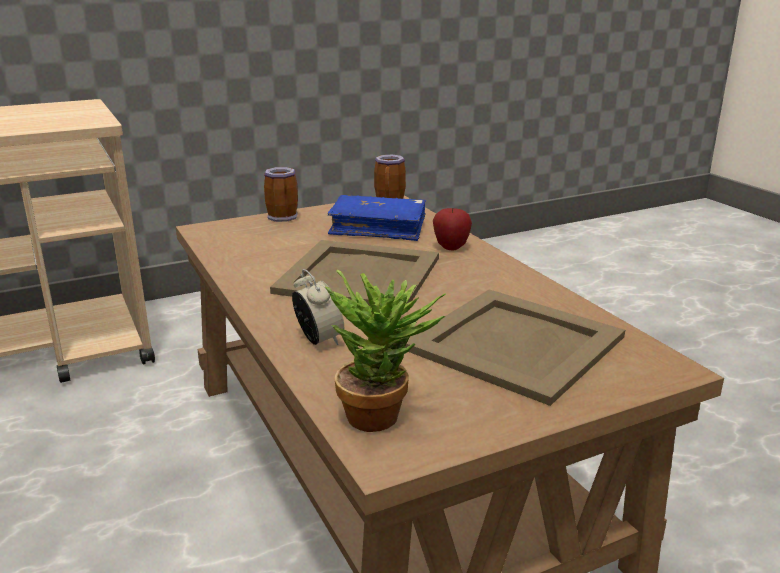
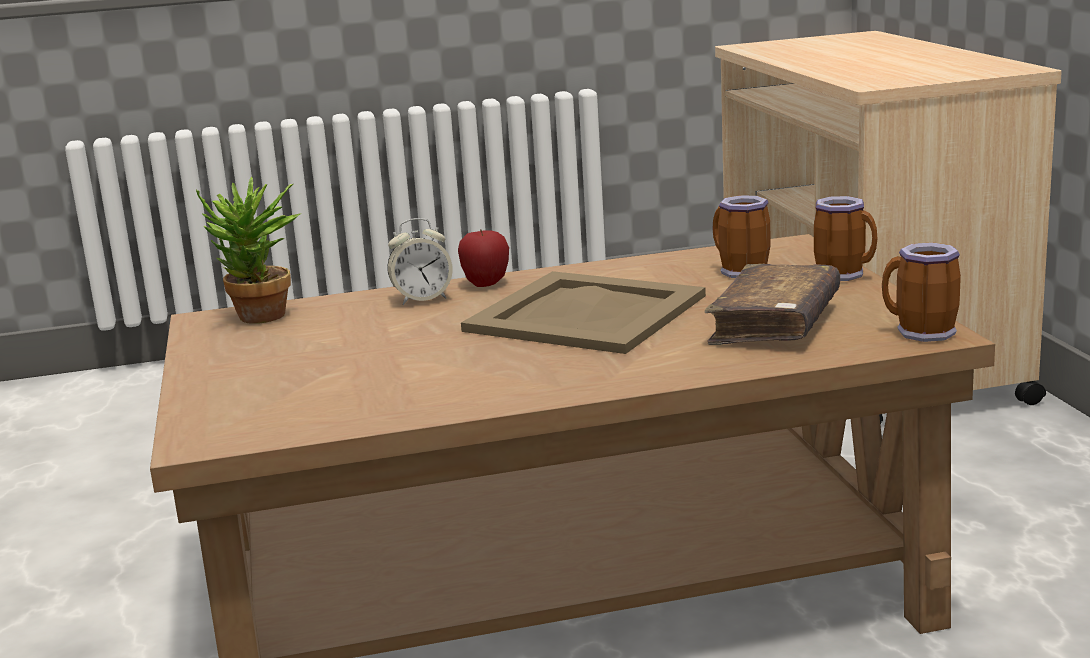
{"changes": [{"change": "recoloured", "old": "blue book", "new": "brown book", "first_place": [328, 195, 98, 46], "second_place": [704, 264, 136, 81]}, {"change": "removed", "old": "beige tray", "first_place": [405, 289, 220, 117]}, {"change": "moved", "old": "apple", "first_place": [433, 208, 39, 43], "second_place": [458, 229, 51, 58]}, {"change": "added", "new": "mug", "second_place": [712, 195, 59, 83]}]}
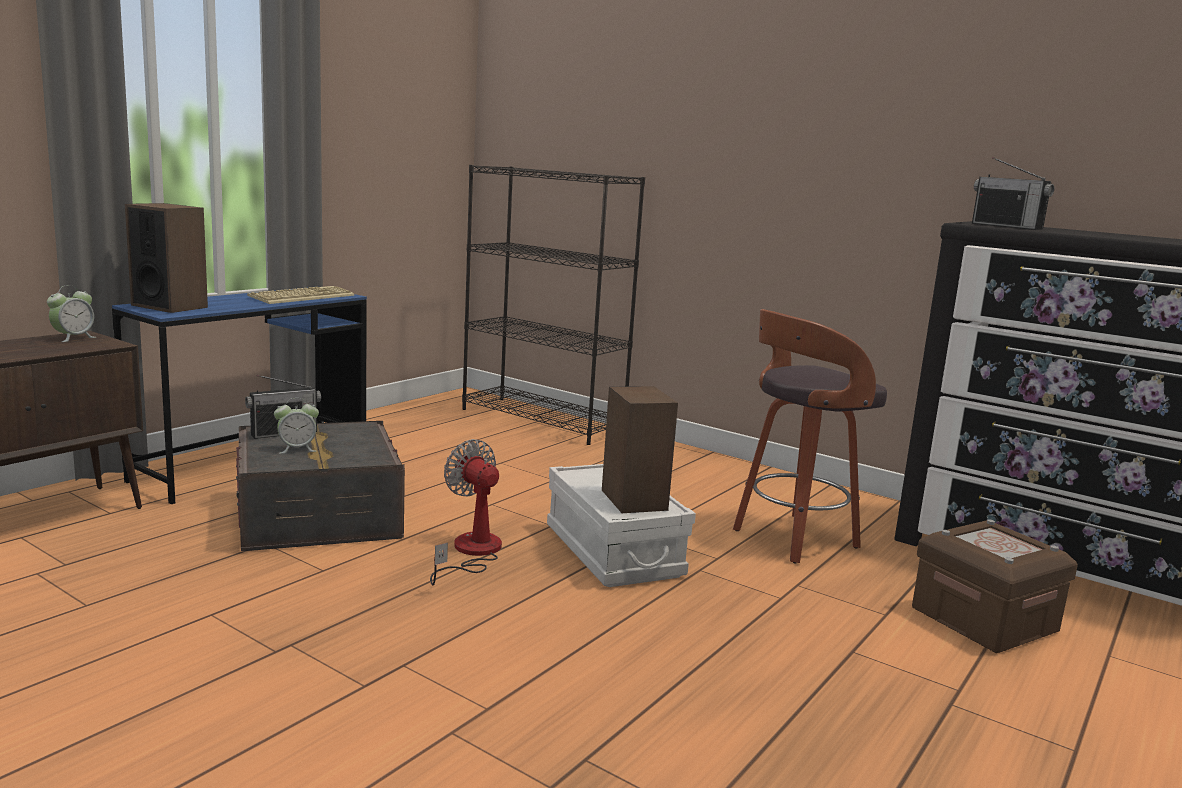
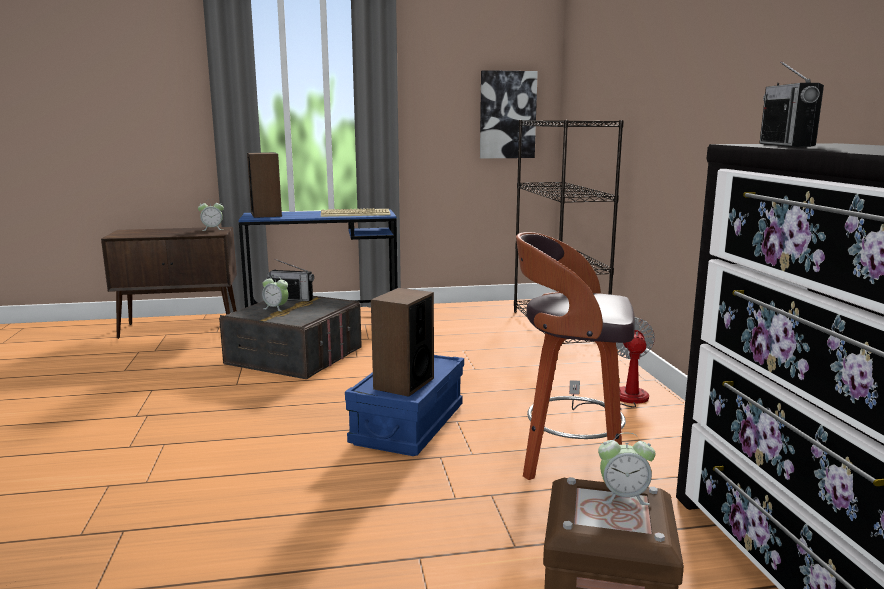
{"changes": [{"change": "moved", "old": "fan", "first_place": [430, 439, 72, 147], "second_place": [569, 317, 86, 94]}, {"change": "recoloured", "old": "white storage box", "new": "blue storage box", "first_place": [547, 464, 149, 123], "second_place": [345, 355, 119, 101]}, {"change": "added", "new": "picture", "second_place": [480, 70, 58, 88]}, {"change": "added", "new": "alarm clock", "second_place": [598, 433, 57, 72]}]}
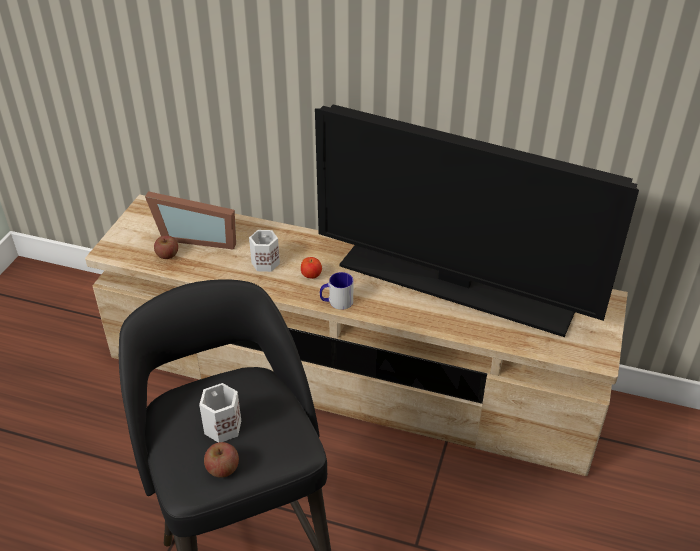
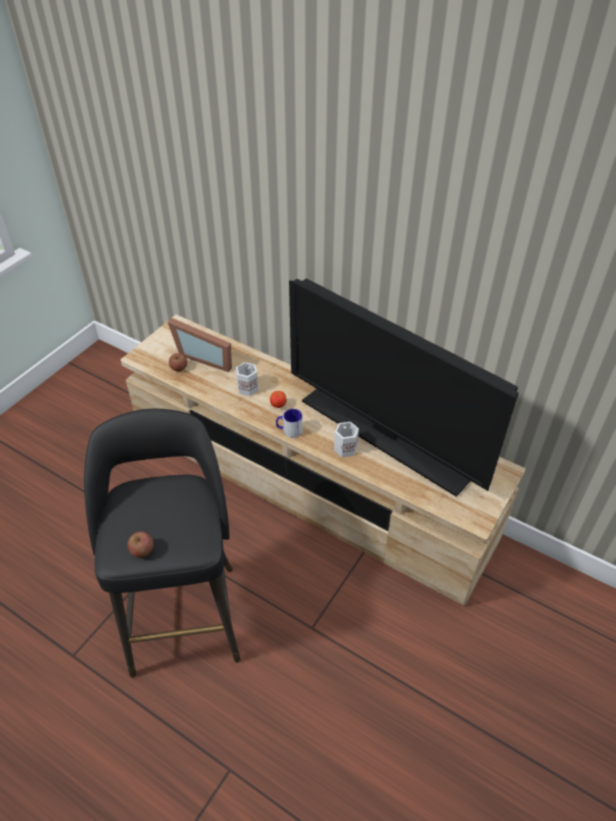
{"changes": [{"change": "moved", "old": "white mug", "first_place": [199, 383, 42, 59], "second_place": [334, 422, 25, 35]}]}
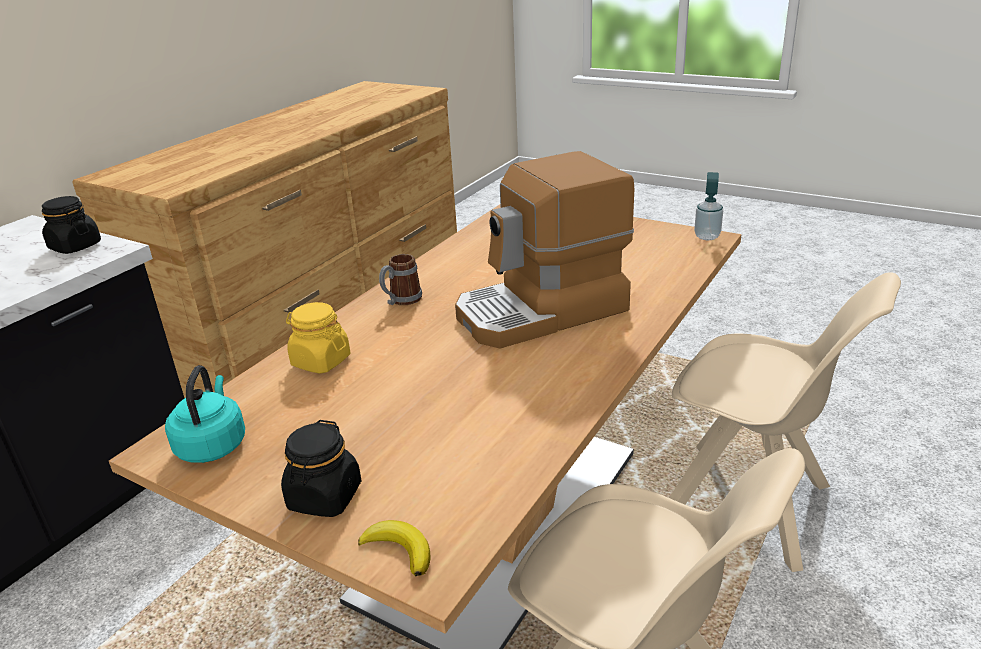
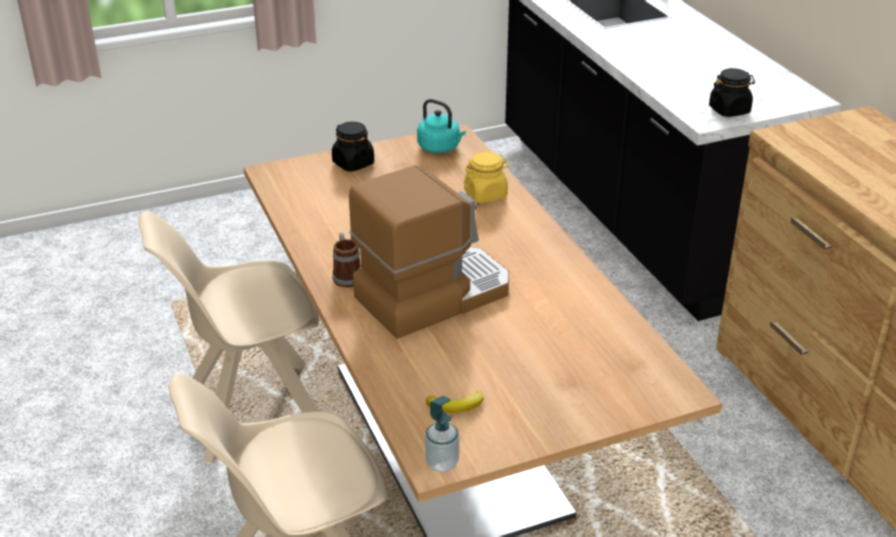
{"changes": [{"change": "moved", "old": "banana", "first_place": [358, 520, 73, 57], "second_place": [426, 390, 58, 23]}, {"change": "moved", "old": "mug", "first_place": [379, 254, 43, 51], "second_place": [332, 233, 29, 55]}, {"change": "turned", "old": "coffee machine", "first_place": [455, 151, 179, 197], "second_place": [349, 166, 160, 173], "degrees": 45}]}
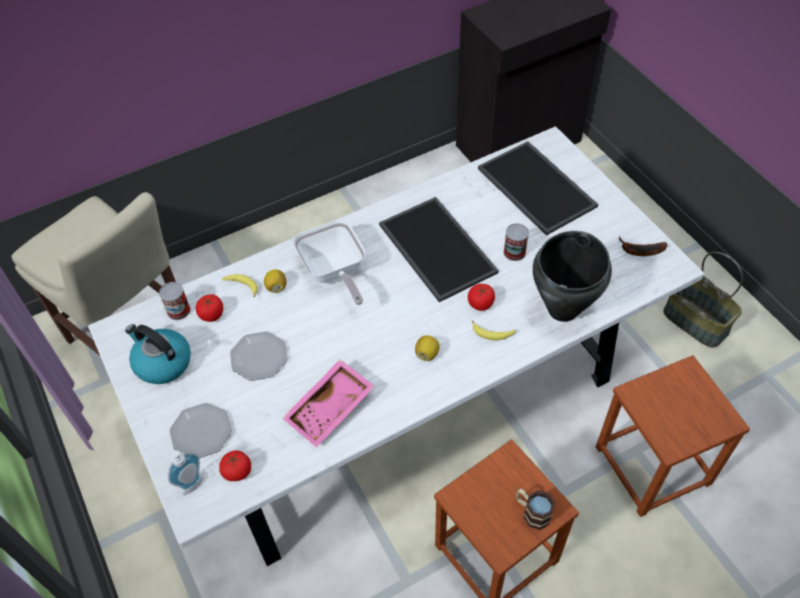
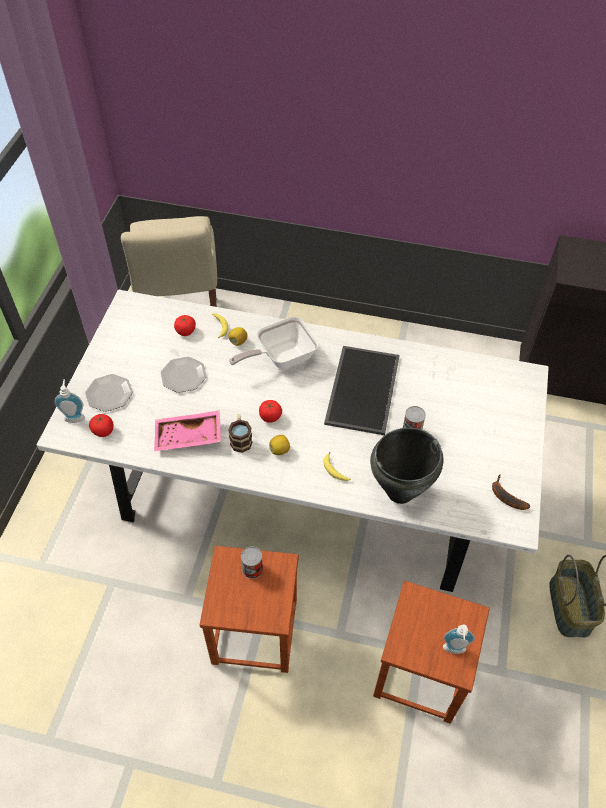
{"changes": [{"change": "removed", "old": "kettle", "first_place": [125, 324, 66, 60]}, {"change": "moved", "old": "can", "first_place": [159, 282, 31, 38], "second_place": [241, 546, 22, 33]}, {"change": "turned", "old": "frying pan", "first_place": [293, 220, 73, 85], "second_place": [229, 317, 89, 52], "degrees": 45}, {"change": "moved", "old": "tomato", "first_place": [468, 284, 27, 27], "second_place": [259, 400, 23, 23]}, {"change": "removed", "old": "tray", "first_place": [478, 141, 120, 95]}, {"change": "moved", "old": "mug", "first_place": [516, 489, 39, 41], "second_place": [228, 414, 25, 39]}, {"change": "added", "new": "soap dispenser", "second_place": [443, 625, 32, 29]}]}
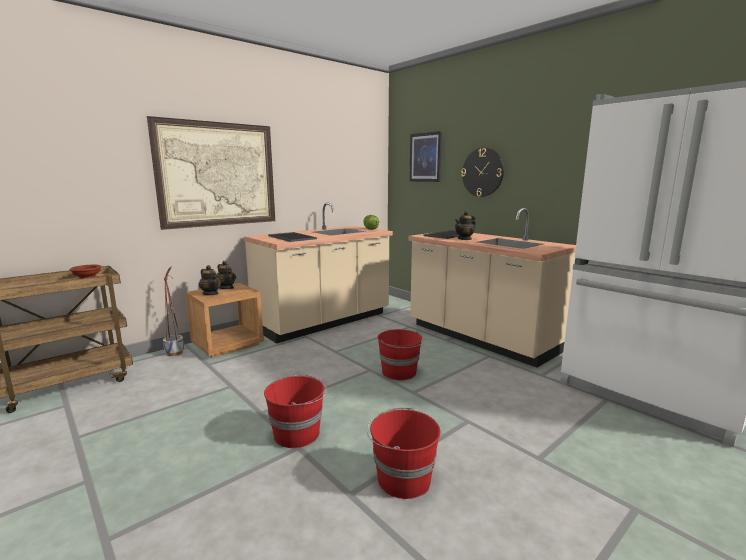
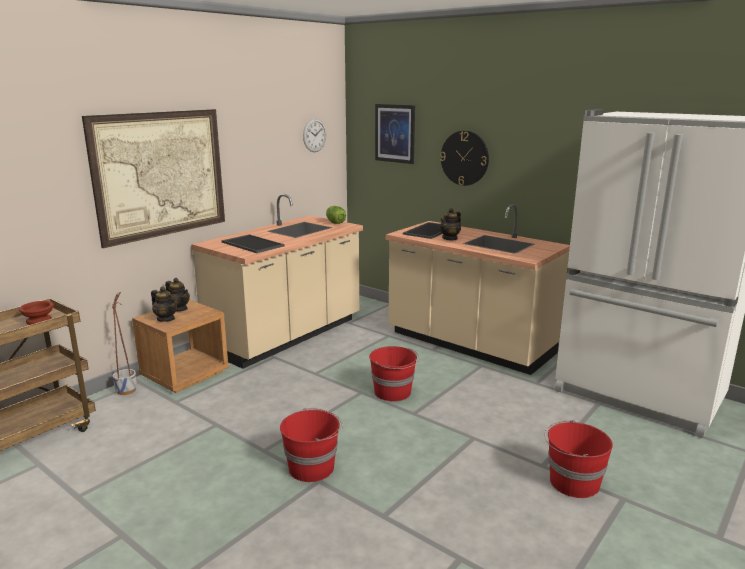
{"changes": [{"change": "moved", "old": "red bucket", "first_place": [367, 408, 74, 91], "second_place": [545, 420, 68, 78]}, {"change": "added", "new": "wall clock", "second_place": [303, 119, 23, 33]}]}
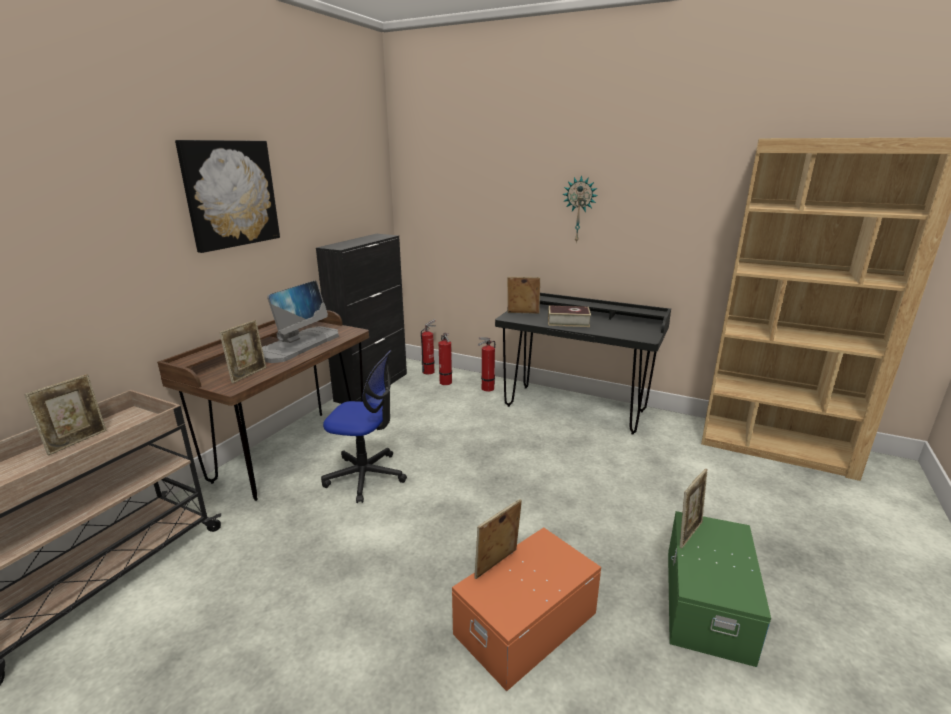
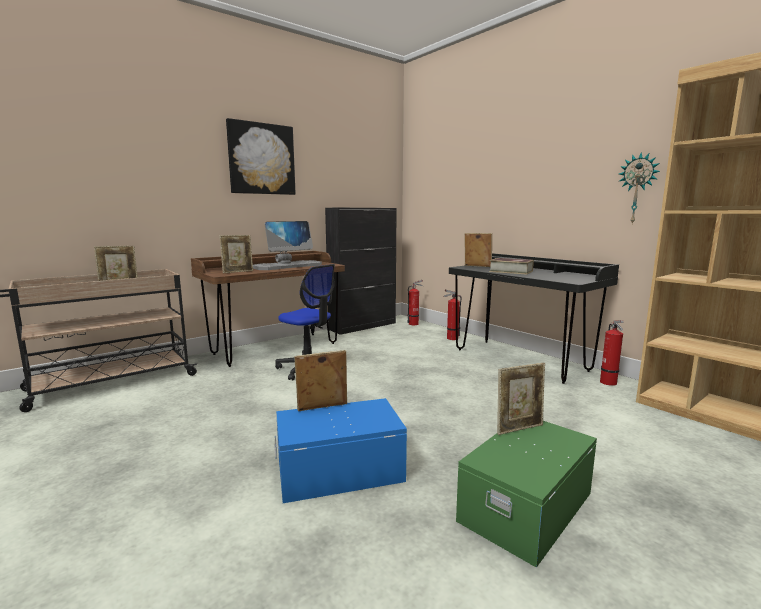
{"changes": [{"change": "moved", "old": "fire extinguisher", "first_place": [439, 333, 13, 52], "second_place": [600, 320, 24, 66]}, {"change": "recoloured", "old": "orange storage box", "new": "blue storage box", "first_place": [452, 527, 149, 164], "second_place": [274, 398, 133, 105]}, {"change": "moved", "old": "wall clock", "first_place": [562, 175, 36, 68], "second_place": [619, 152, 41, 72]}]}
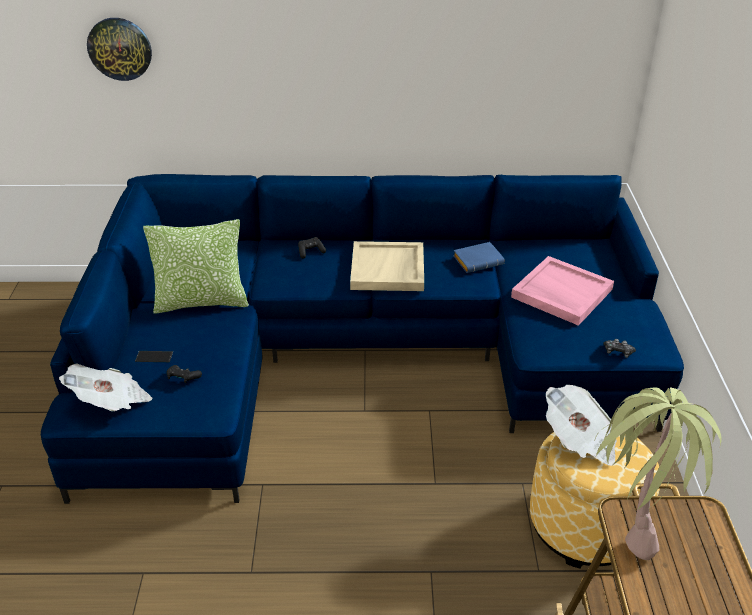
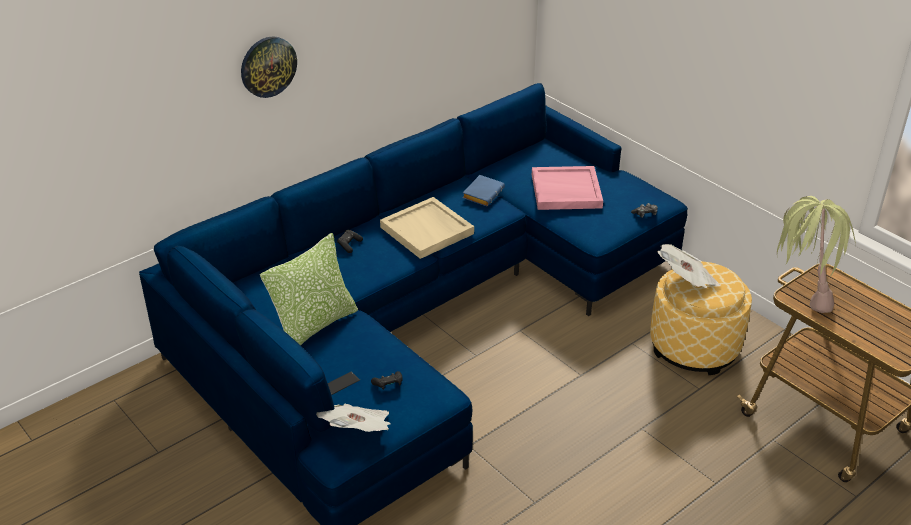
{"changes": [{"change": "moved", "old": "wall clock", "first_place": [87, 18, 65, 63], "second_place": [241, 36, 56, 62]}]}
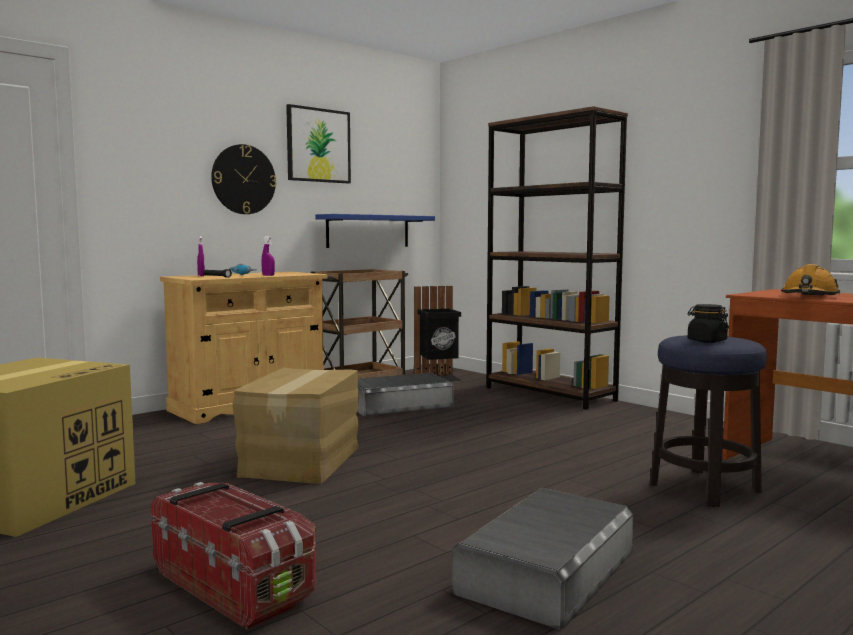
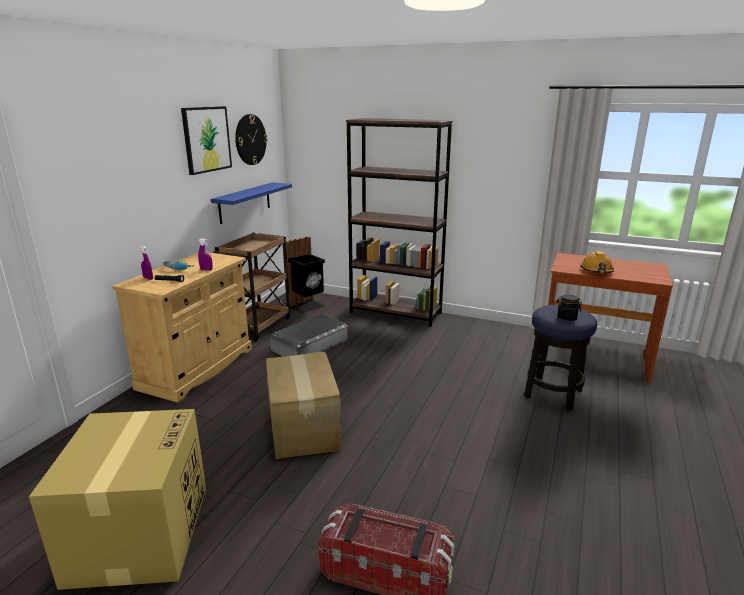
{"changes": [{"change": "moved", "old": "wall clock", "first_place": [211, 144, 65, 70], "second_place": [235, 114, 33, 51]}, {"change": "removed", "old": "grey storage box", "first_place": [452, 488, 182, 142]}]}
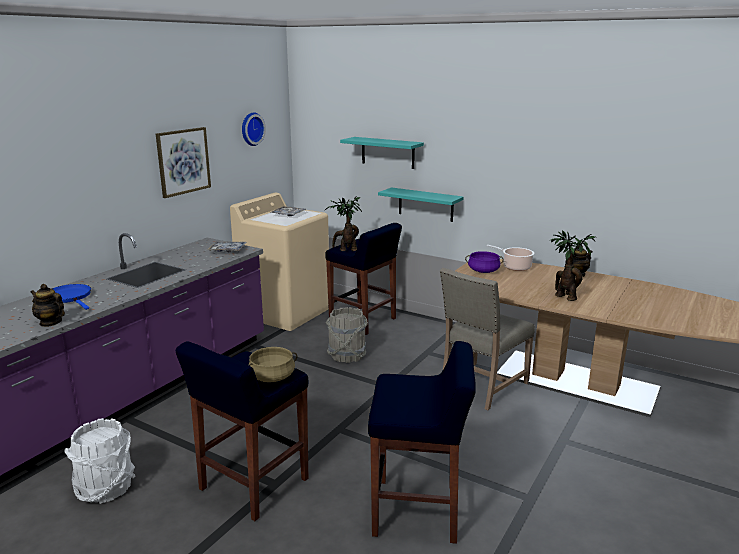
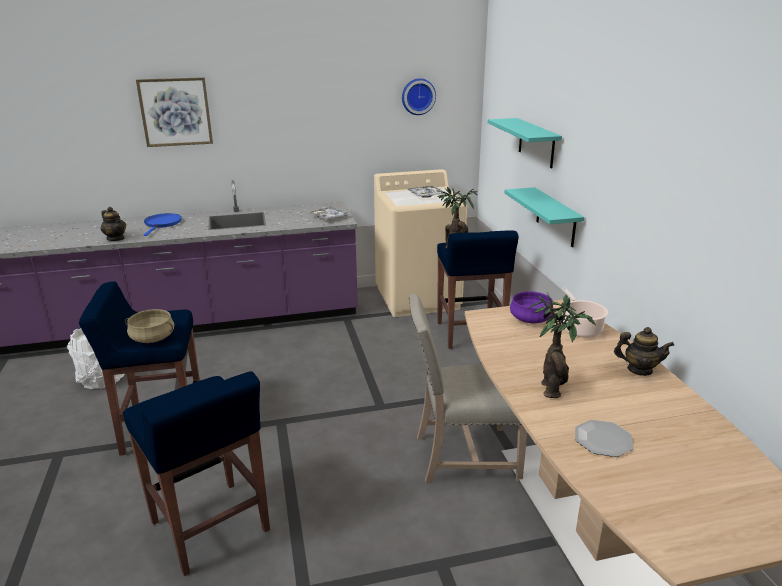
{"changes": [{"change": "turned", "old": "teapot", "first_place": [30, 284, 35, 43], "second_place": [100, 207, 26, 34], "degrees": 150}, {"change": "moved", "old": "picture", "first_place": [156, 127, 55, 71], "second_place": [136, 77, 77, 70]}, {"change": "removed", "old": "grey bucket", "first_place": [326, 307, 42, 56]}, {"change": "added", "new": "plate", "second_place": [575, 420, 59, 37]}]}
